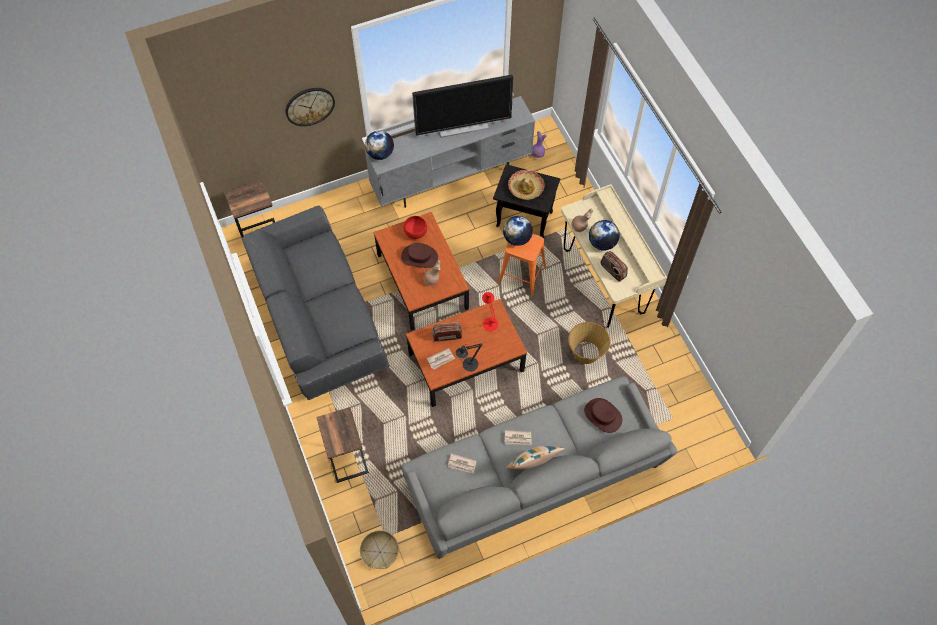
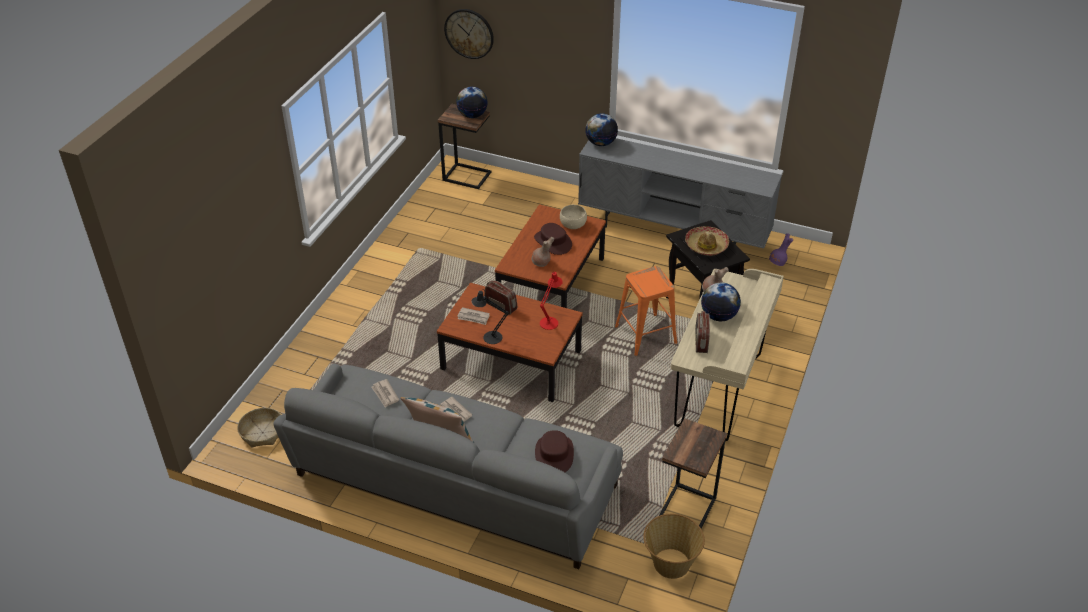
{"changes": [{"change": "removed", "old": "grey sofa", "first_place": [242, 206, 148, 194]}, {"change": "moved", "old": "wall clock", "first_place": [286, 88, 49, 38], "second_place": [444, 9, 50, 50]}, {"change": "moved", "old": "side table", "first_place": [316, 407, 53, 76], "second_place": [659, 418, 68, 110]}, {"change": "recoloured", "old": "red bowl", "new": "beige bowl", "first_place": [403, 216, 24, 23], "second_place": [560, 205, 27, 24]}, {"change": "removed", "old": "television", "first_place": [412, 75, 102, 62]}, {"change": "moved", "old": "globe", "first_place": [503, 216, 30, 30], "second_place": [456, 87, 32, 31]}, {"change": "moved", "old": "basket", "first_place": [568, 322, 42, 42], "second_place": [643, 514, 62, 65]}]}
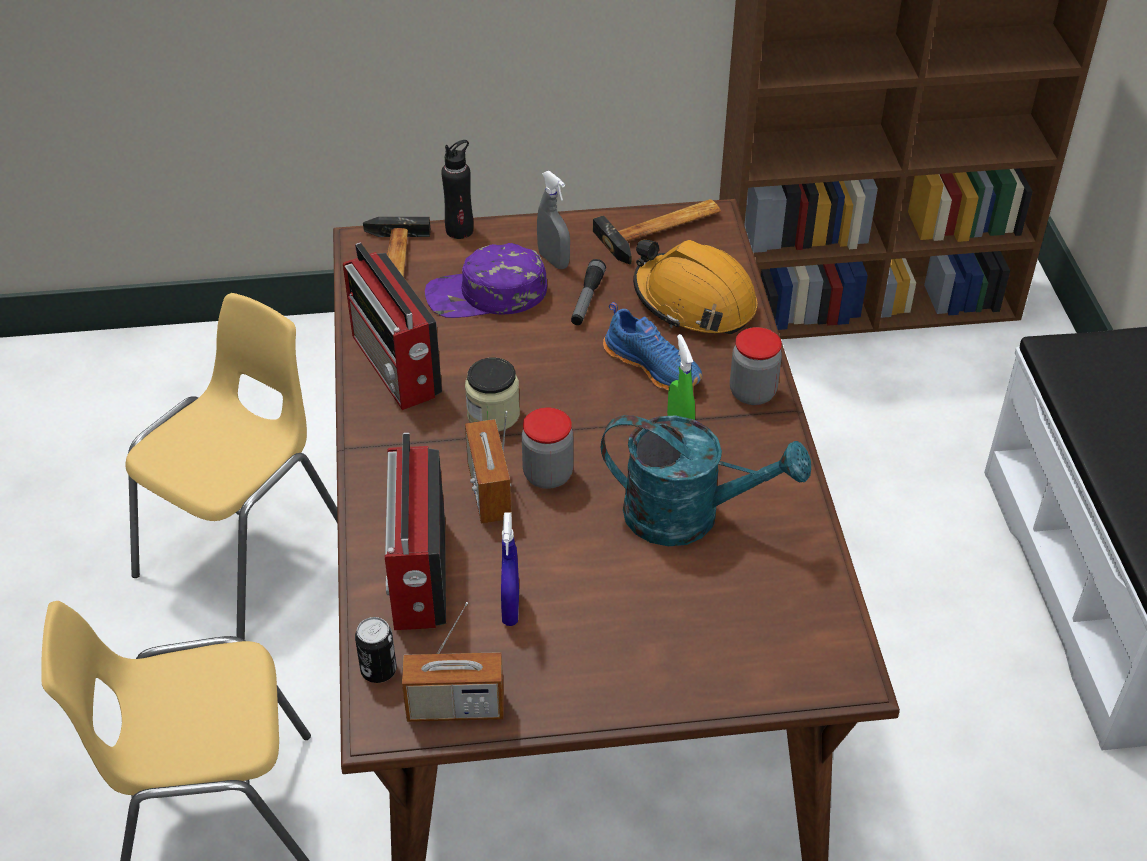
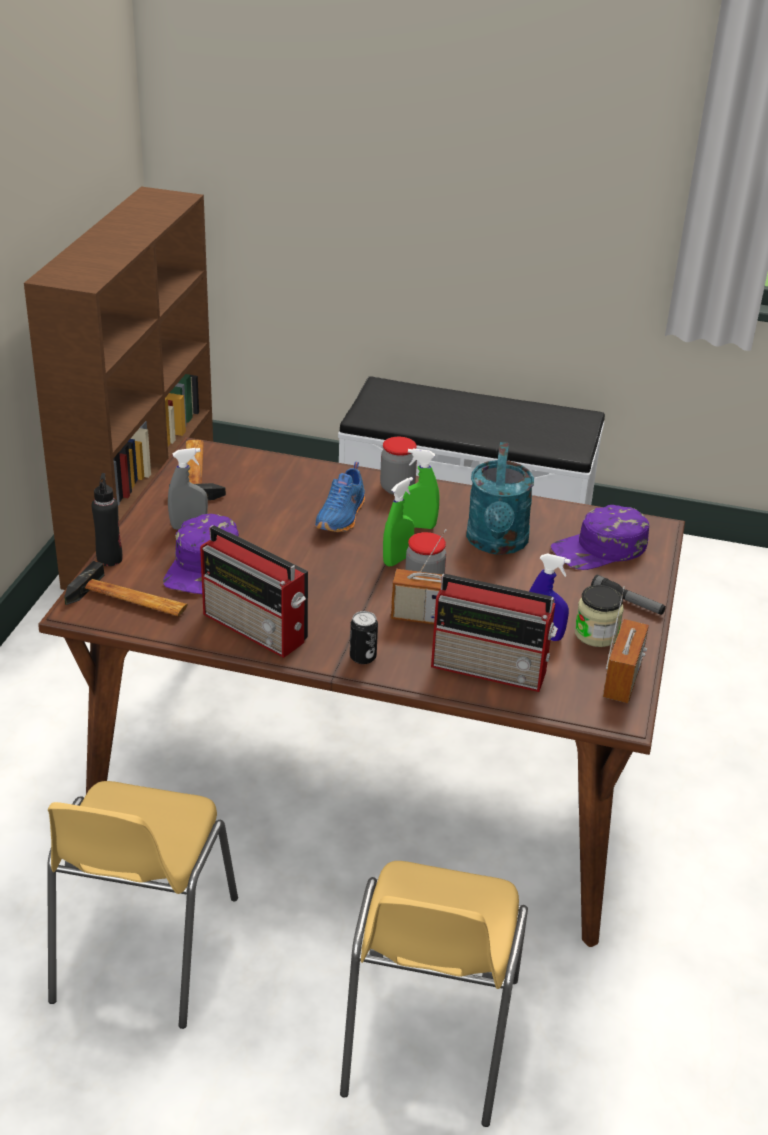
{"changes": [{"change": "turned", "old": "yellow chair", "first_place": [125, 293, 213, 347], "second_place": [47, 781, 191, 248], "degrees": -135}, {"change": "turned", "old": "radio", "first_place": [343, 243, 99, 167], "second_place": [200, 525, 108, 133], "degrees": 45}, {"change": "moved", "old": "can", "first_place": [355, 617, 42, 66], "second_place": [350, 611, 28, 53]}, {"change": "moved", "old": "jar", "first_place": [465, 357, 55, 74], "second_place": [574, 585, 50, 62]}, {"change": "moved", "old": "flashlight", "first_place": [571, 259, 35, 66], "second_place": [591, 575, 75, 40]}, {"change": "turned", "old": "turquoise watering can", "first_place": [601, 415, 210, 131], "second_place": [466, 442, 68, 113], "degrees": 150}, {"change": "turned", "old": "blue shoe", "first_place": [603, 302, 100, 89], "second_place": [315, 461, 50, 71], "degrees": 135}, {"change": "removed", "old": "orange hard hat", "first_place": [633, 240, 124, 94]}, {"change": "added", "new": "green spray bottle", "second_place": [383, 477, 31, 90]}, {"change": "added", "new": "purple cap", "second_place": [551, 505, 98, 65]}]}
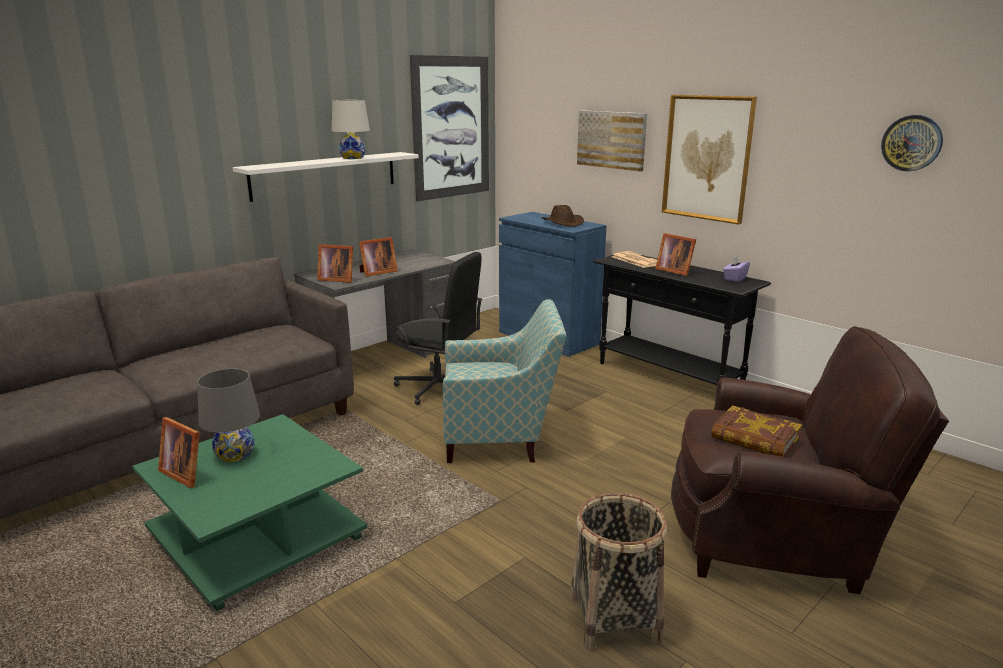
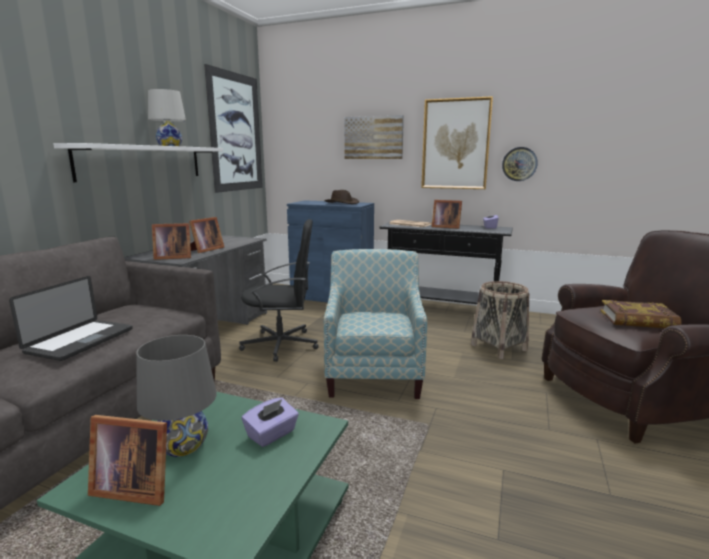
{"changes": [{"change": "turned", "old": "armchair", "first_place": [442, 299, 125, 164], "second_place": [324, 249, 103, 150], "degrees": -60}, {"change": "moved", "old": "basket", "first_place": [570, 493, 97, 158], "second_place": [471, 281, 58, 78]}, {"change": "moved", "old": "wall clock", "first_place": [881, 115, 62, 56], "second_place": [502, 147, 36, 34]}, {"change": "added", "new": "laptop", "second_place": [9, 276, 124, 85]}, {"change": "added", "new": "purple tissue box", "second_place": [242, 397, 57, 50]}]}
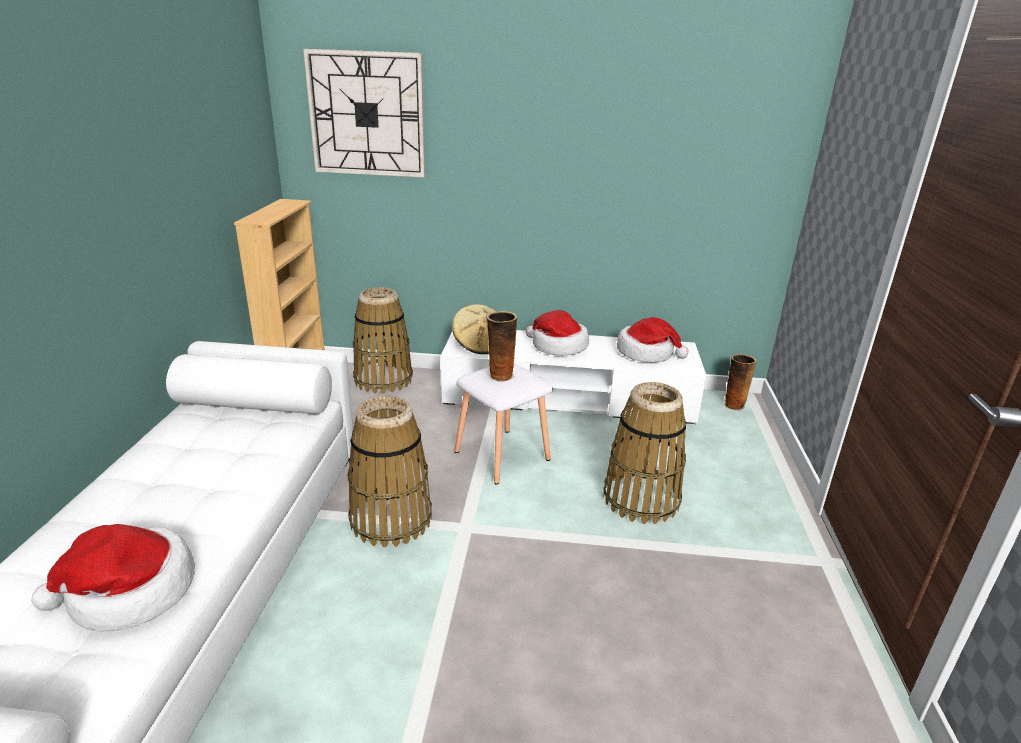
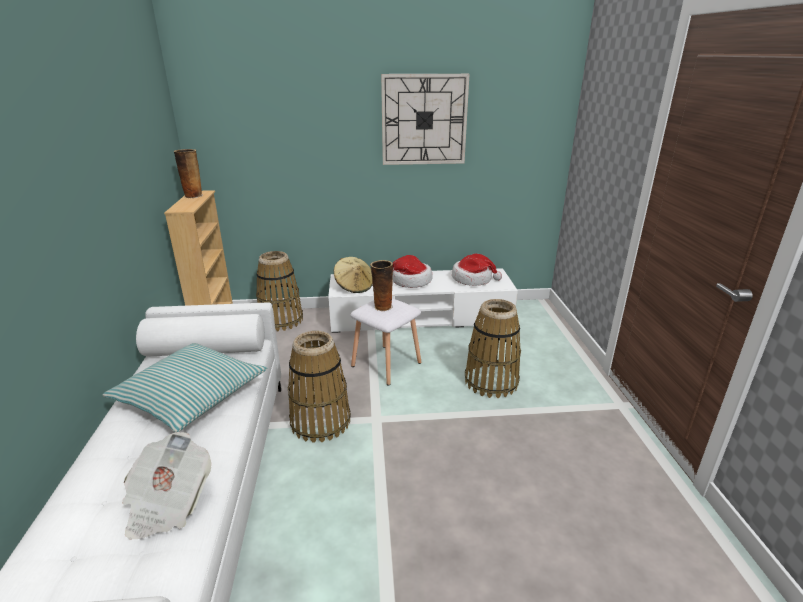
{"changes": [{"change": "replaced", "old": "hat", "new": "newspaper", "first_place": [31, 524, 164, 108], "second_place": [122, 432, 89, 108]}, {"change": "moved", "old": "wall clock", "first_place": [303, 49, 122, 128], "second_place": [381, 74, 88, 91]}, {"change": "moved", "old": "vase", "first_place": [724, 354, 33, 57], "second_place": [174, 149, 29, 49]}, {"change": "added", "new": "pillow", "second_place": [103, 343, 164, 89]}]}
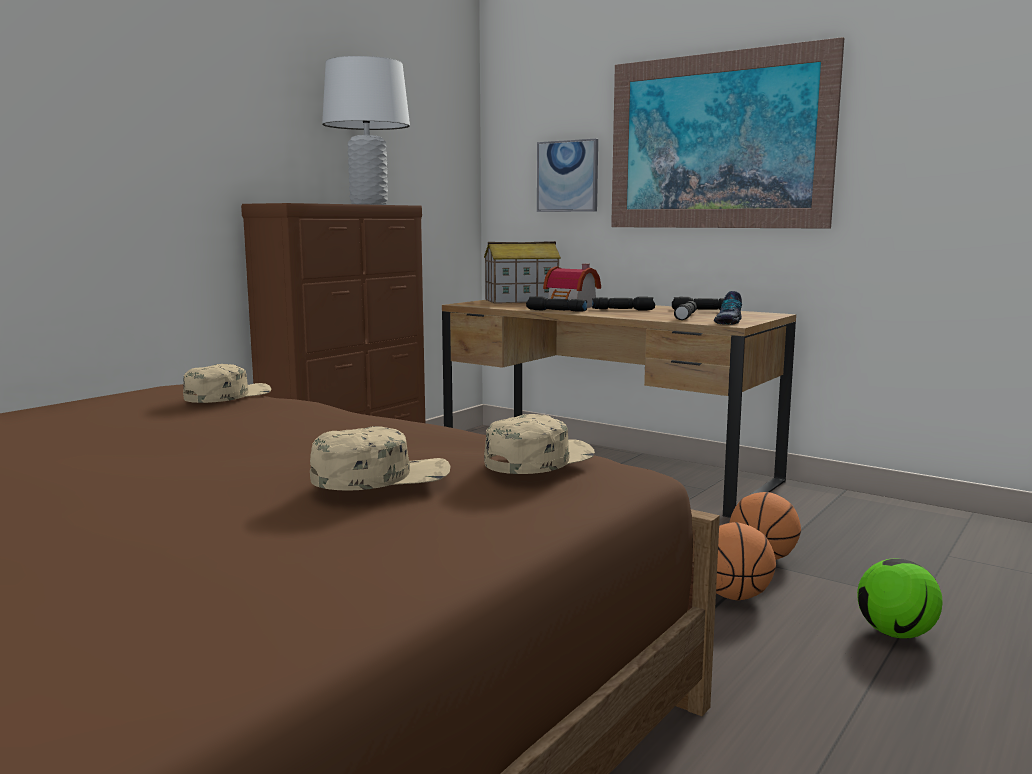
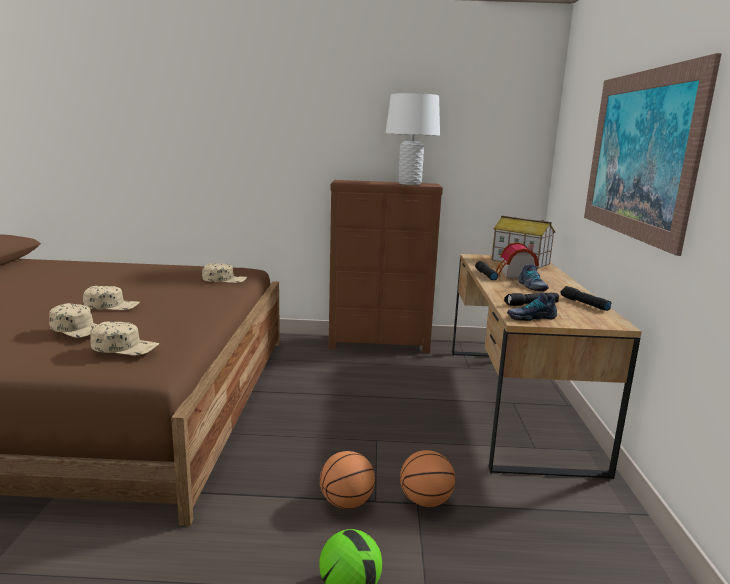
{"changes": [{"change": "removed", "old": "picture", "first_place": [537, 139, 61, 73]}, {"change": "replaced", "old": "black flashlight", "new": "shoe", "first_place": [592, 296, 63, 14], "second_place": [518, 264, 31, 28]}, {"change": "added", "new": "beige cap", "second_place": [83, 286, 57, 24]}]}
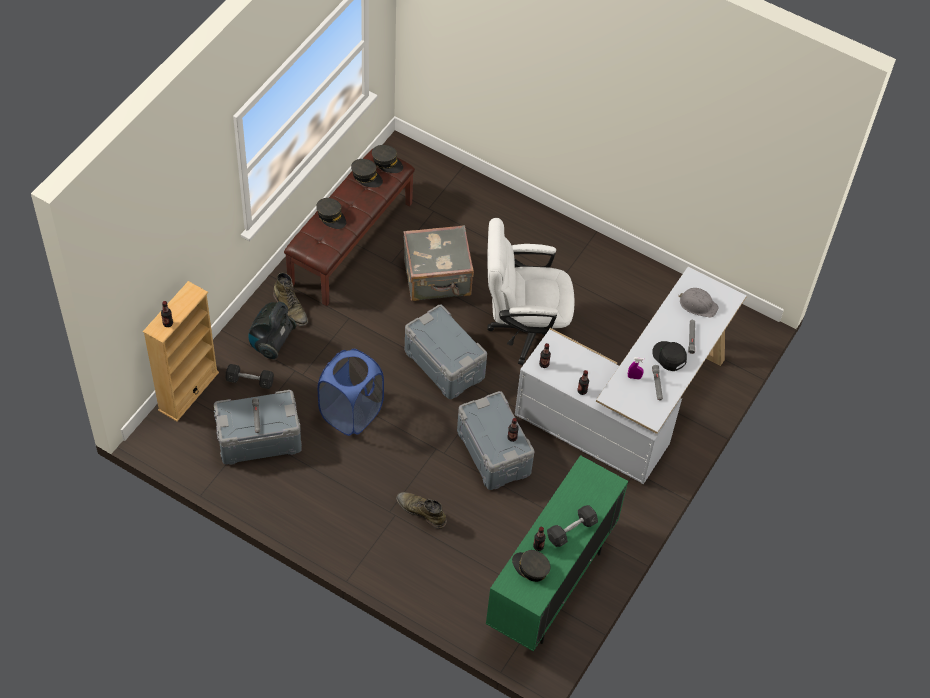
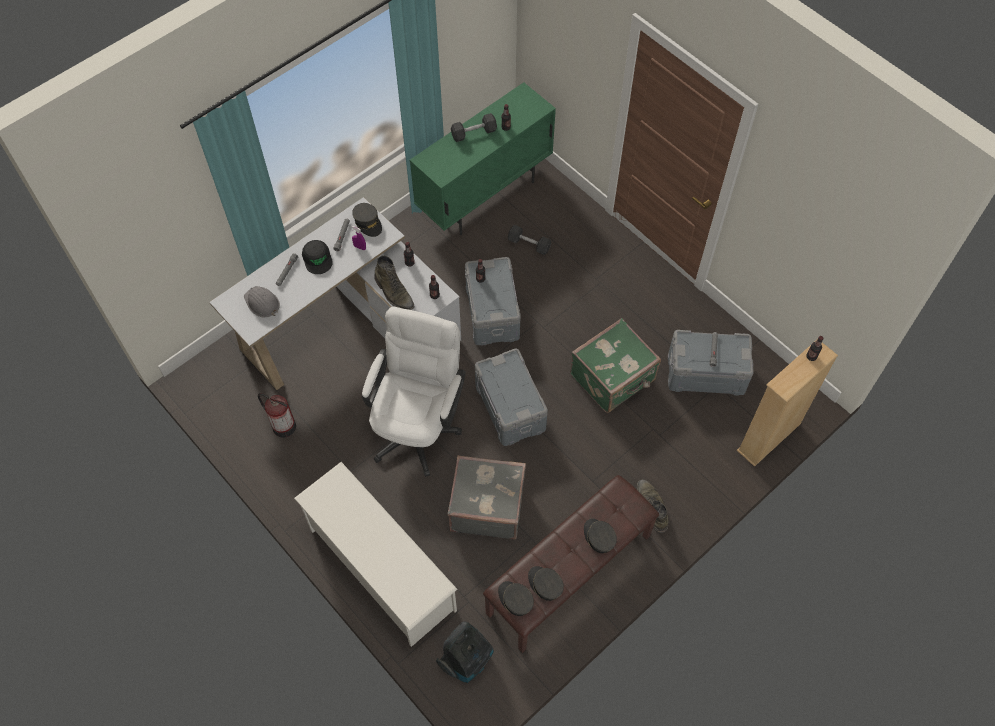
{"changes": [{"change": "moved", "old": "grey dumbbell", "first_place": [225, 364, 49, 25], "second_place": [508, 225, 43, 30]}, {"change": "moved", "old": "vacuum cleaner", "first_place": [248, 302, 49, 57], "second_place": [436, 622, 58, 61]}, {"change": "replaced", "old": "blue laundry basket", "new": "green suitcase", "first_place": [318, 349, 66, 87], "second_place": [570, 318, 91, 95]}, {"change": "moved", "old": "green boot", "first_place": [396, 492, 51, 37], "second_place": [374, 256, 40, 54]}, {"change": "turned", "old": "white office chair", "first_place": [487, 218, 87, 147], "second_place": [362, 306, 104, 171], "degrees": -90}, {"change": "moved", "old": "grey cap", "first_place": [512, 550, 38, 32], "second_place": [352, 203, 30, 34]}, {"change": "added", "new": "fire extinguisher", "second_place": [258, 393, 38, 45]}, {"change": "added", "new": "white shoe rack", "second_place": [294, 462, 163, 185]}]}
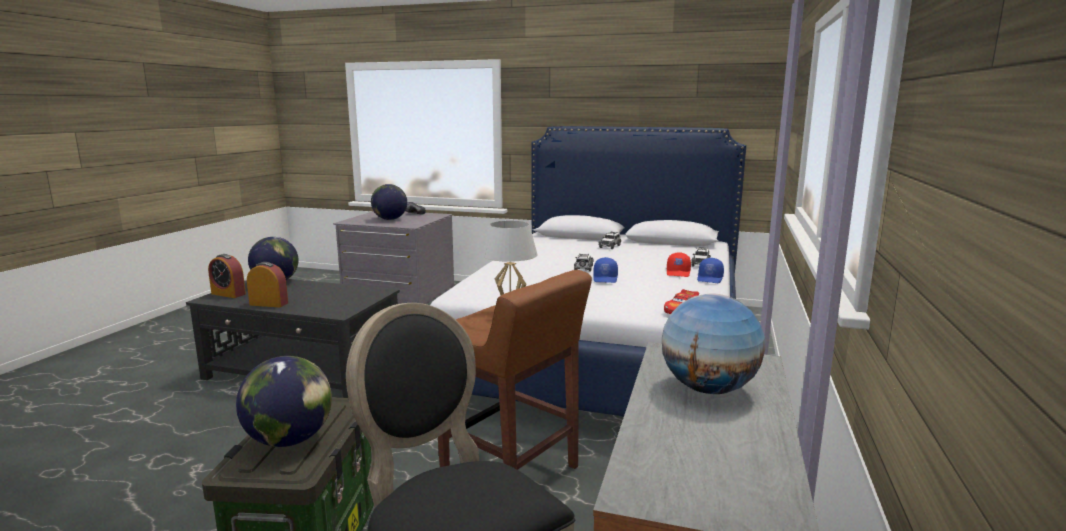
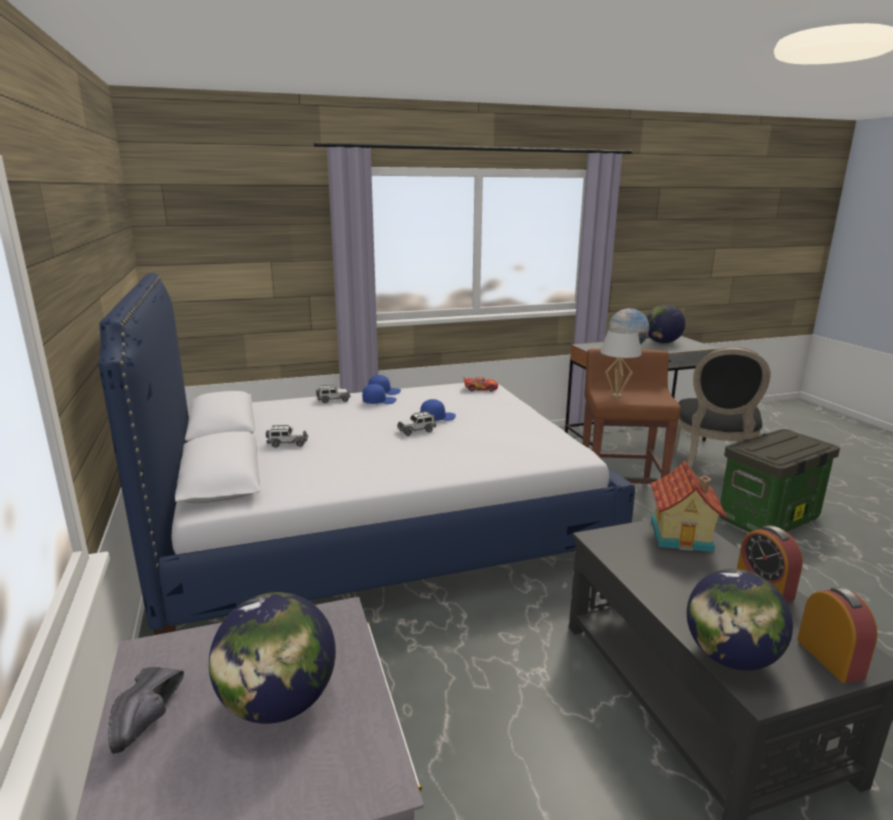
{"changes": [{"change": "moved", "old": "globe", "first_place": [236, 356, 96, 91], "second_place": [646, 304, 40, 39]}, {"change": "recoloured", "old": "red cap", "new": "blue cap", "first_place": [667, 252, 24, 25], "second_place": [362, 384, 35, 20]}, {"change": "added", "new": "toy house", "second_place": [650, 461, 77, 91]}]}
